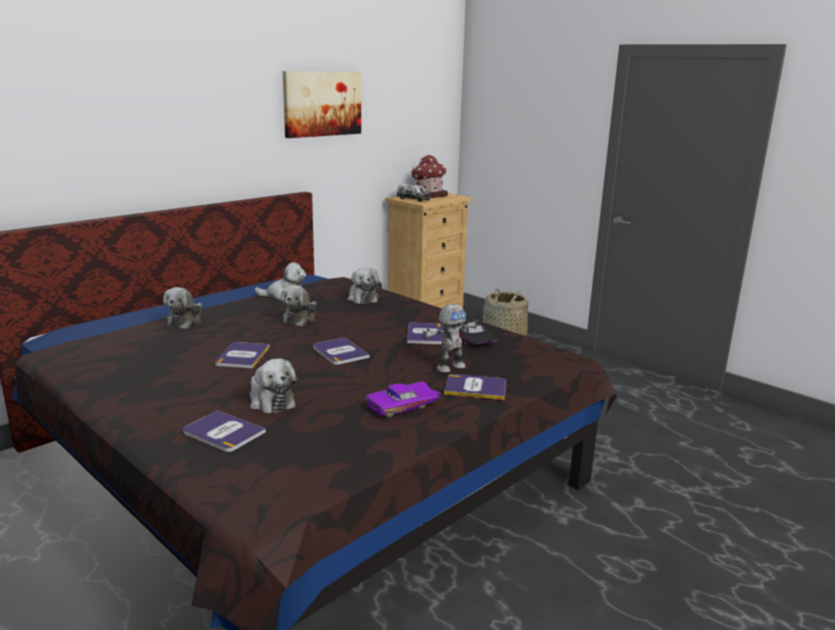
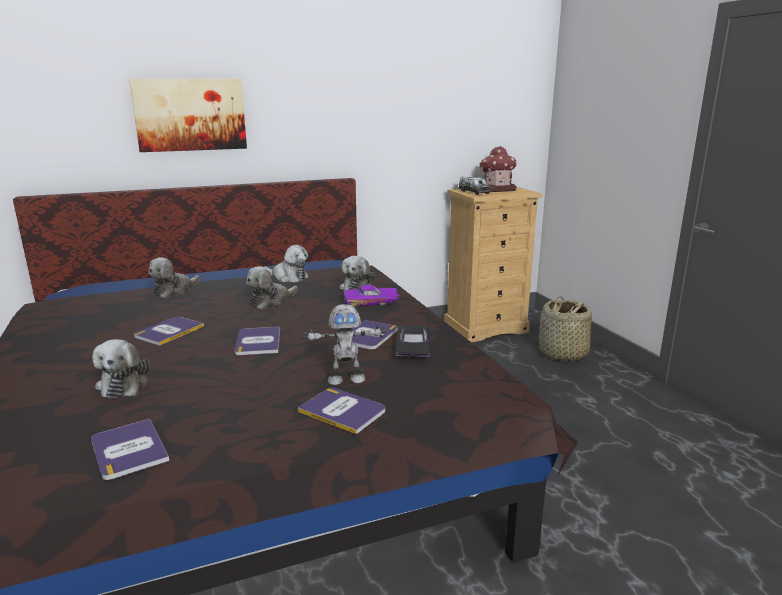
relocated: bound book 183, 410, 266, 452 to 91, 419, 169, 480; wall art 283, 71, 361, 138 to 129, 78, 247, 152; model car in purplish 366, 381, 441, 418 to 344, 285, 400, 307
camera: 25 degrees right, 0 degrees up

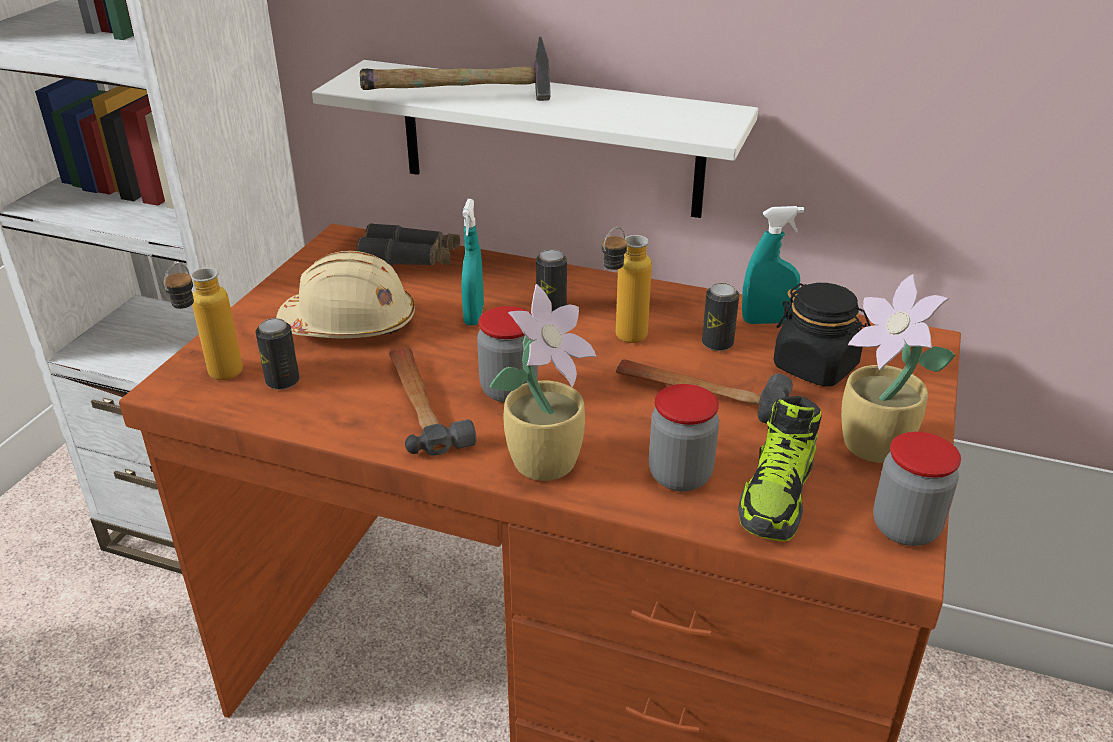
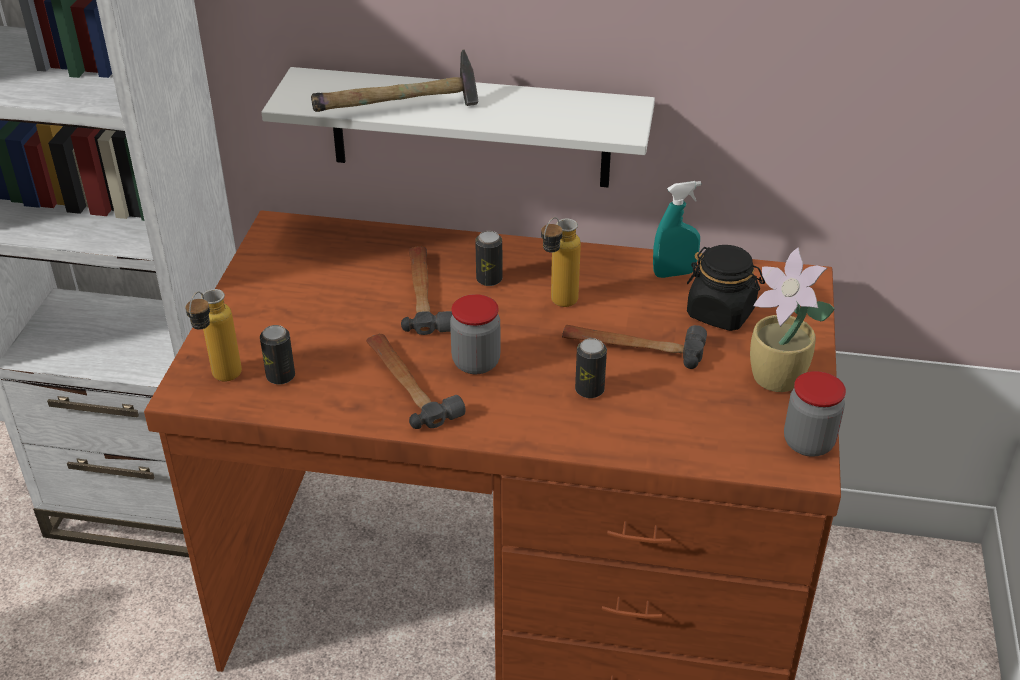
missing: hard hat in sand-coloured 276, 251, 415, 338; pair of binoculars in greyish 356, 223, 460, 266; plant in a pot 489, 284, 597, 481; jar 649, 384, 719, 492; item of footwear 738, 396, 822, 541
relocated: can 702, 283, 739, 351 to 575, 338, 607, 398
exchanged: sprayer in turquoise 461, 199, 484, 325 to hand hammer 401, 247, 452, 335
camera: 10 degrees left, 5 degrees up

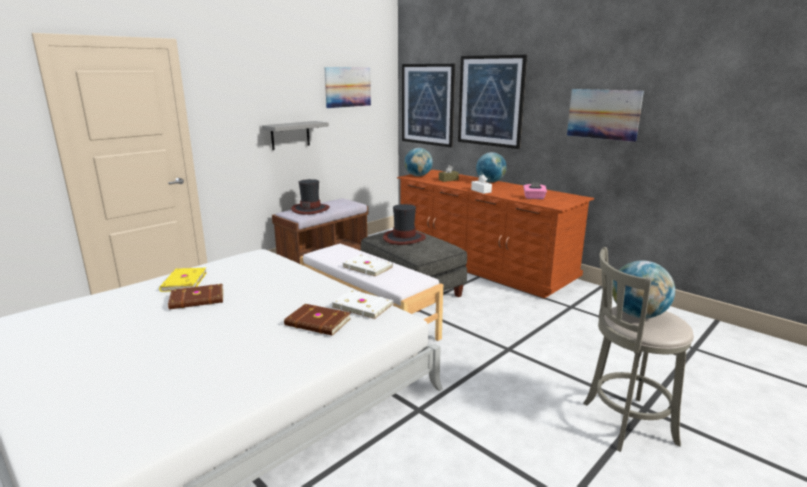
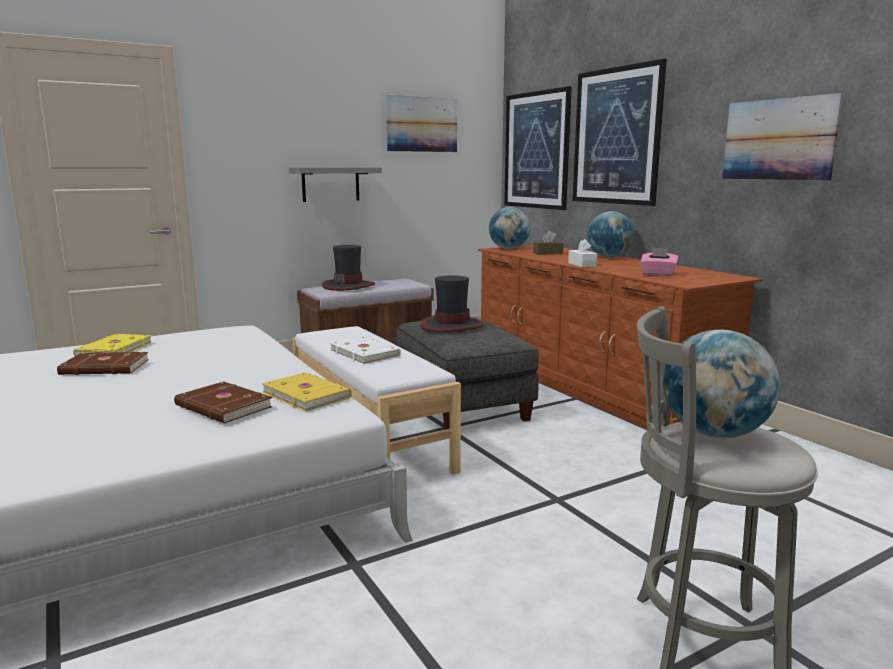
colour: bound book in white 332, 290, 393, 320 to bound book in yellow-coloured 261, 372, 352, 412
camera: 15 degrees right, 5 degrees down

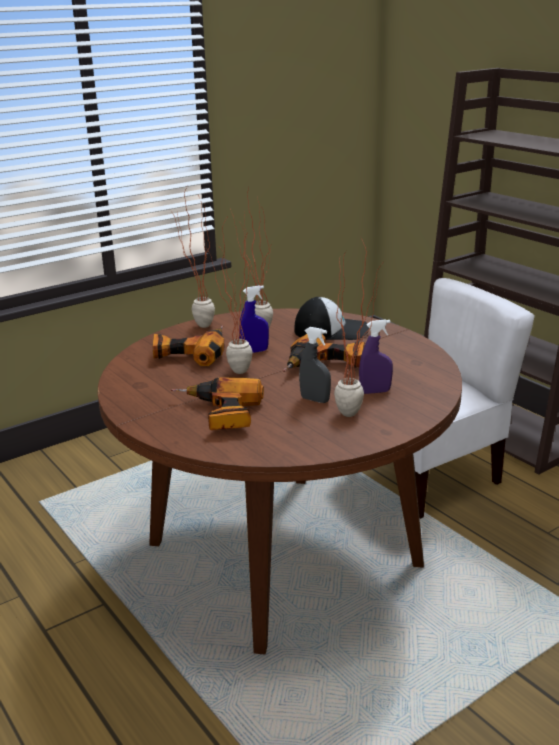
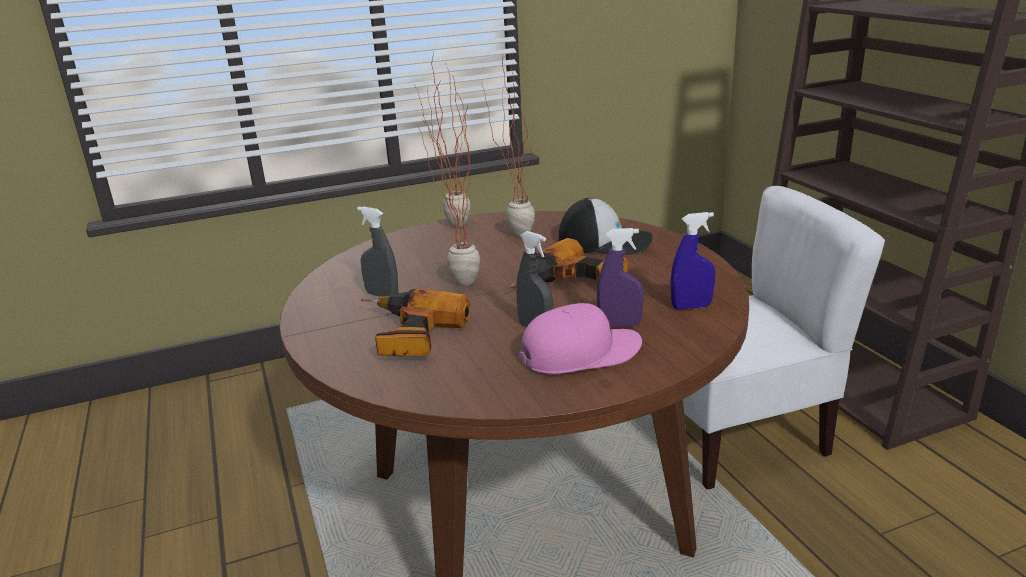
missing: electric drill 152, 325, 225, 366
appeared: sprayer in greyish 357, 206, 398, 297
relocated: sprayer in blue 239, 285, 269, 353 to 671, 212, 715, 309
exchanged: plant in a pot 334, 238, 382, 417 to cap in pinkish 519, 303, 642, 374
camera: 15 degrees right, 0 degrees up

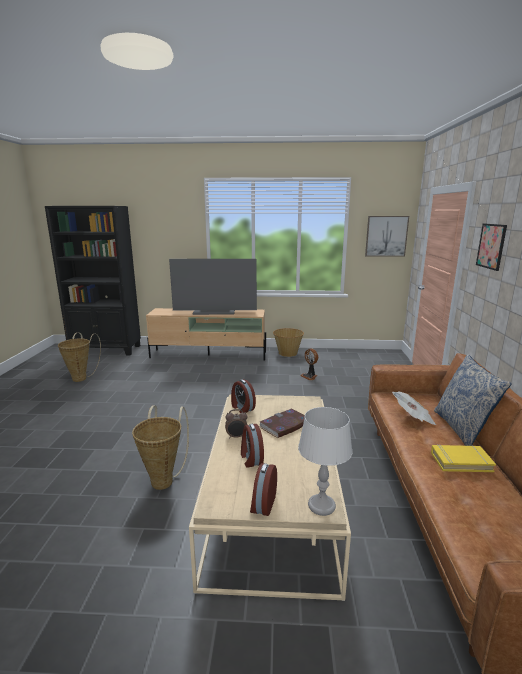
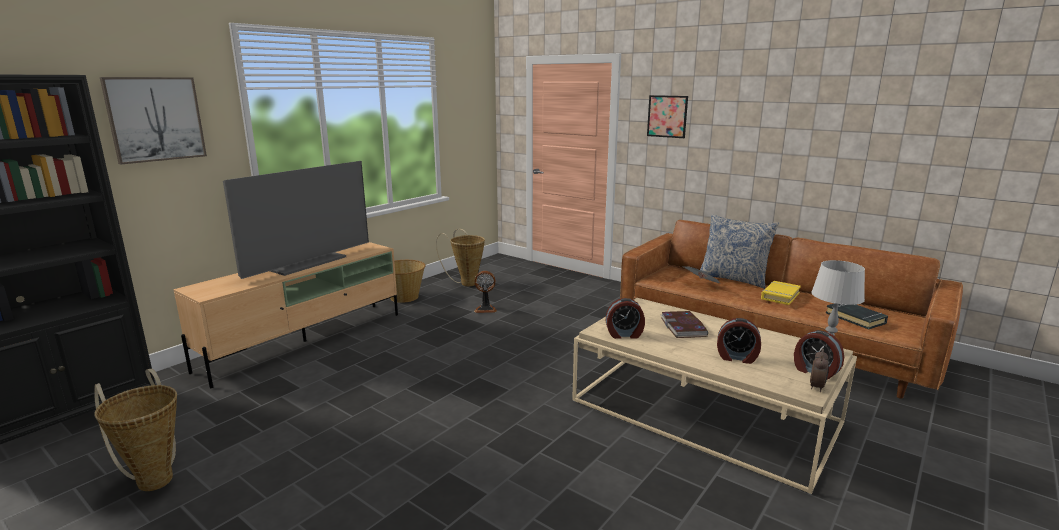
appeared: bound book in black 826, 304, 888, 329
relocated: household basket 132, 405, 189, 490 to 436, 229, 485, 286; bedside clock 225, 409, 248, 439 to 810, 349, 829, 392; wall art 365, 216, 409, 257 to 100, 77, 207, 165
camera: 55 degrees left, 0 degrees up

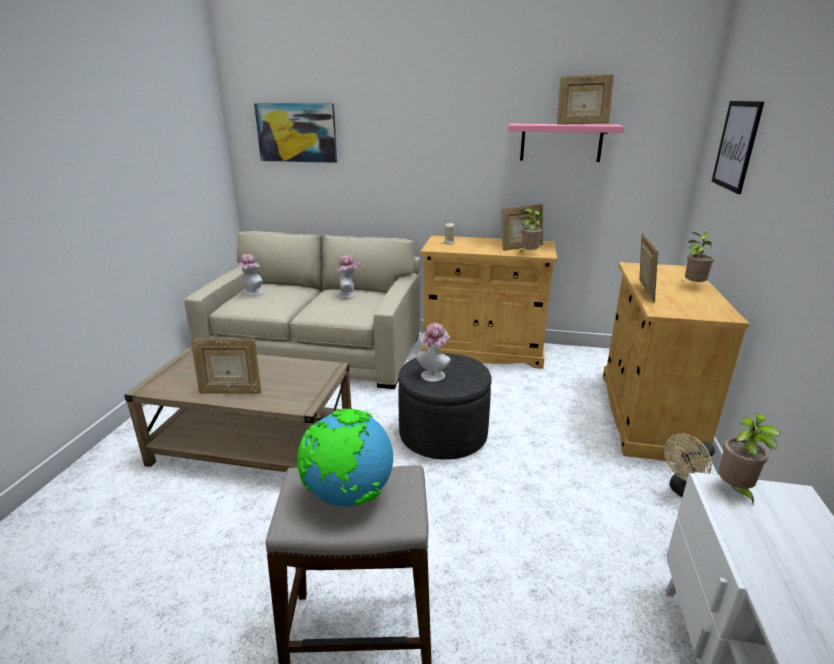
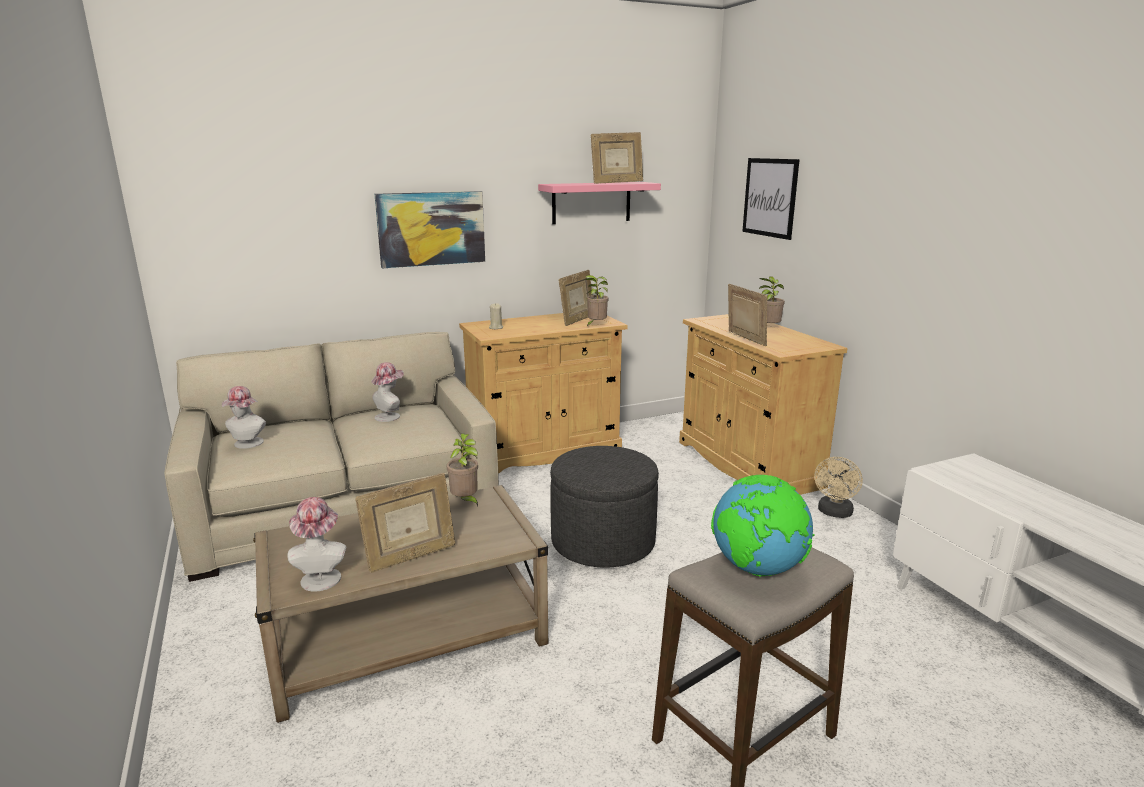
relocated: wall art 254, 103, 337, 163 to 375, 191, 485, 268; hat 416, 323, 451, 382 to 287, 497, 346, 592; plant in a pot 719, 413, 780, 504 to 447, 433, 478, 506
camera: 35 degrees left, 5 degrees down

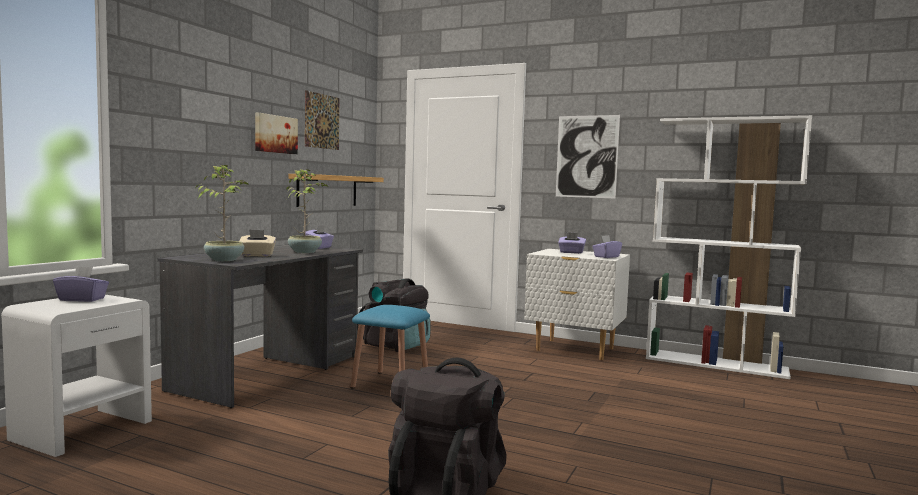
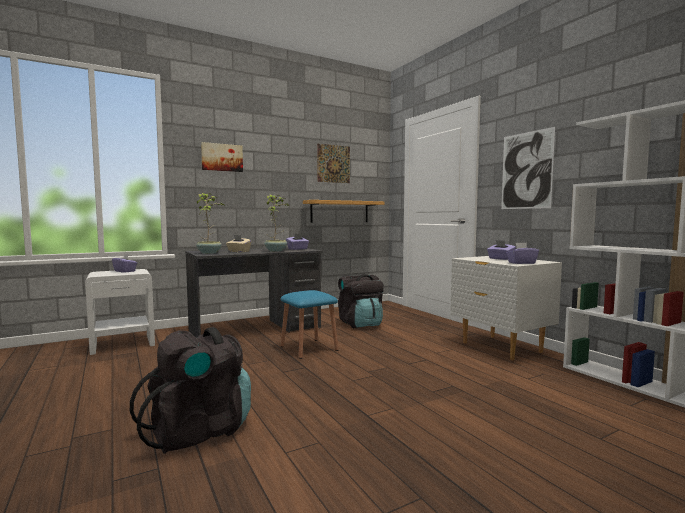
relocated: wall art 255, 113, 298, 154 to 201, 142, 243, 172
camera: 35 degrees right, 0 degrees up

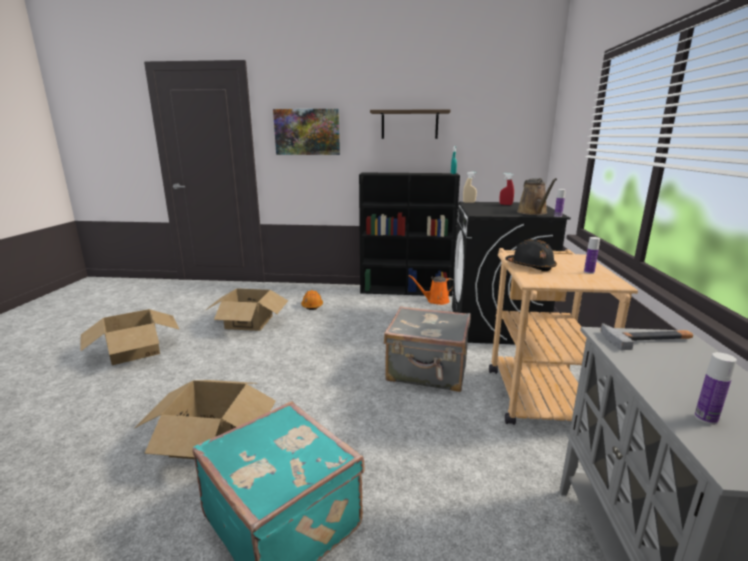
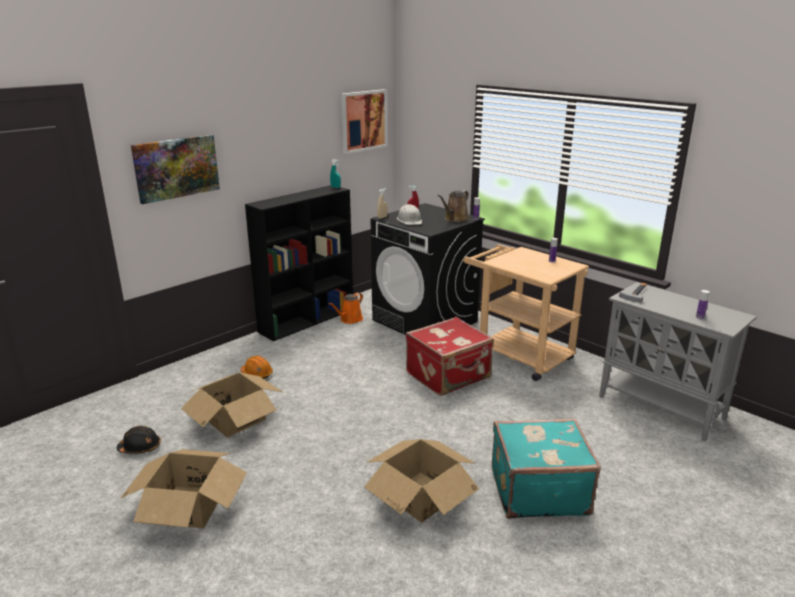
missing: bracket shelf 370, 109, 451, 139
appeared: wall art 341, 89, 387, 154; hard hat in white 397, 204, 422, 225
relocated: hard hat in black 505, 239, 557, 271 to 117, 426, 161, 454
colour: suitcase in greyish 384, 306, 470, 392 to suitcase in red 406, 316, 494, 396
spun: sprinkling can in brownish 517, 178, 557, 215 = 438, 190, 469, 222 90 degrees clockwise
camera: 50 degrees left, 5 degrees up

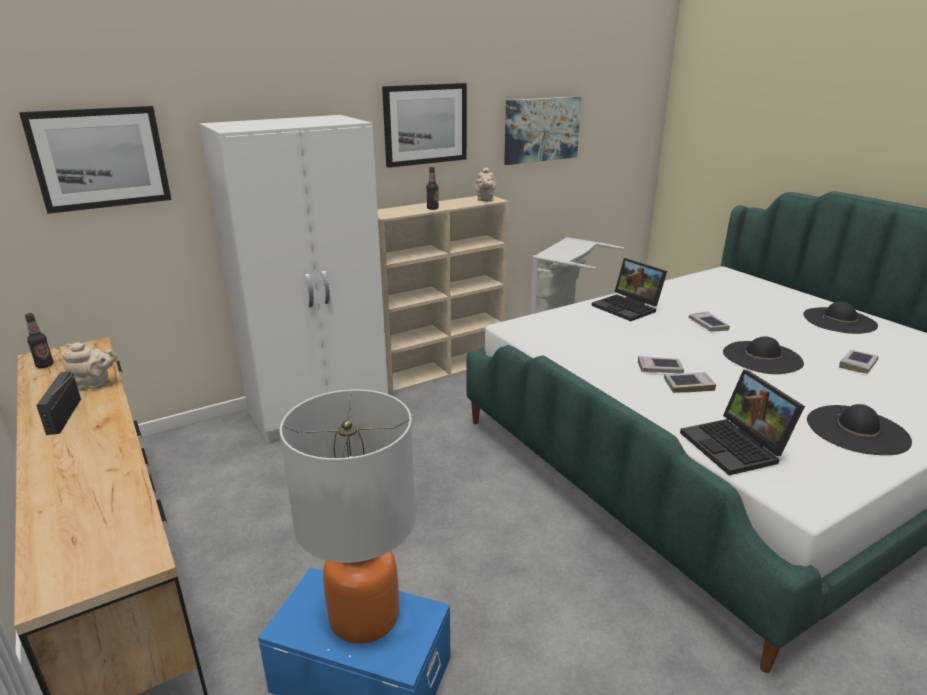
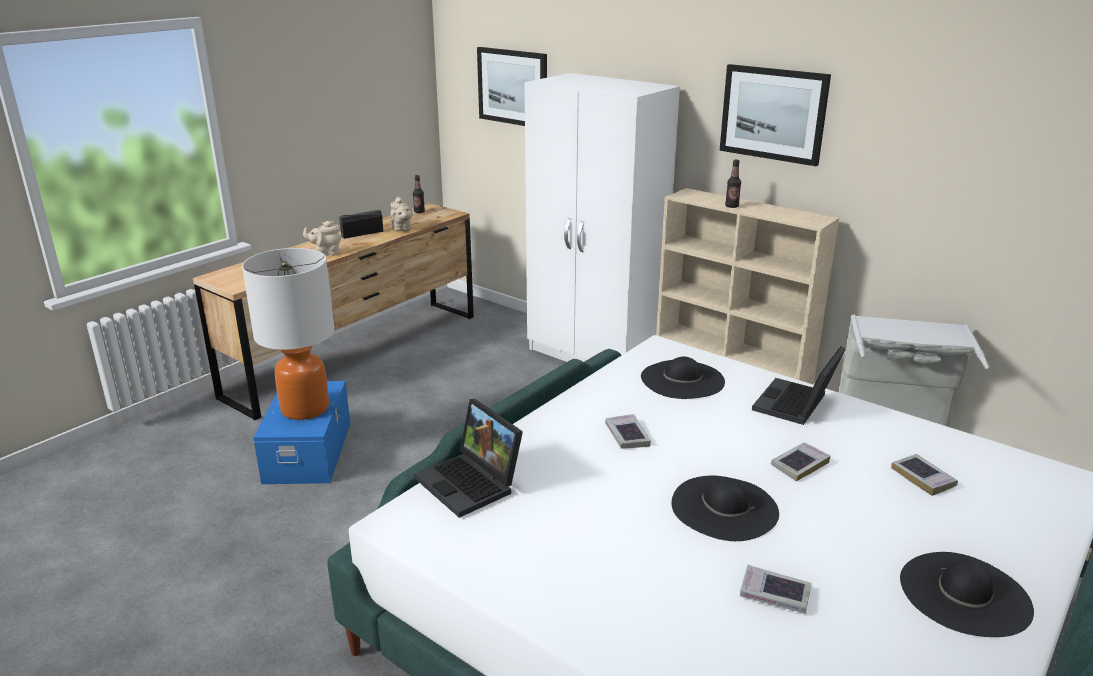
missing: wall art 504, 96, 582, 165
relocated: tea pot in sand-coloured 474, 167, 496, 202 to 303, 221, 341, 256; bound book 664, 372, 717, 393 to 891, 454, 958, 496; hat in black 807, 404, 912, 455 to 641, 356, 725, 399
spun: laptop 680, 369, 805, 475 = 415, 399, 523, 518 90 degrees counterclockwise
camera: 70 degrees right, 0 degrees up

